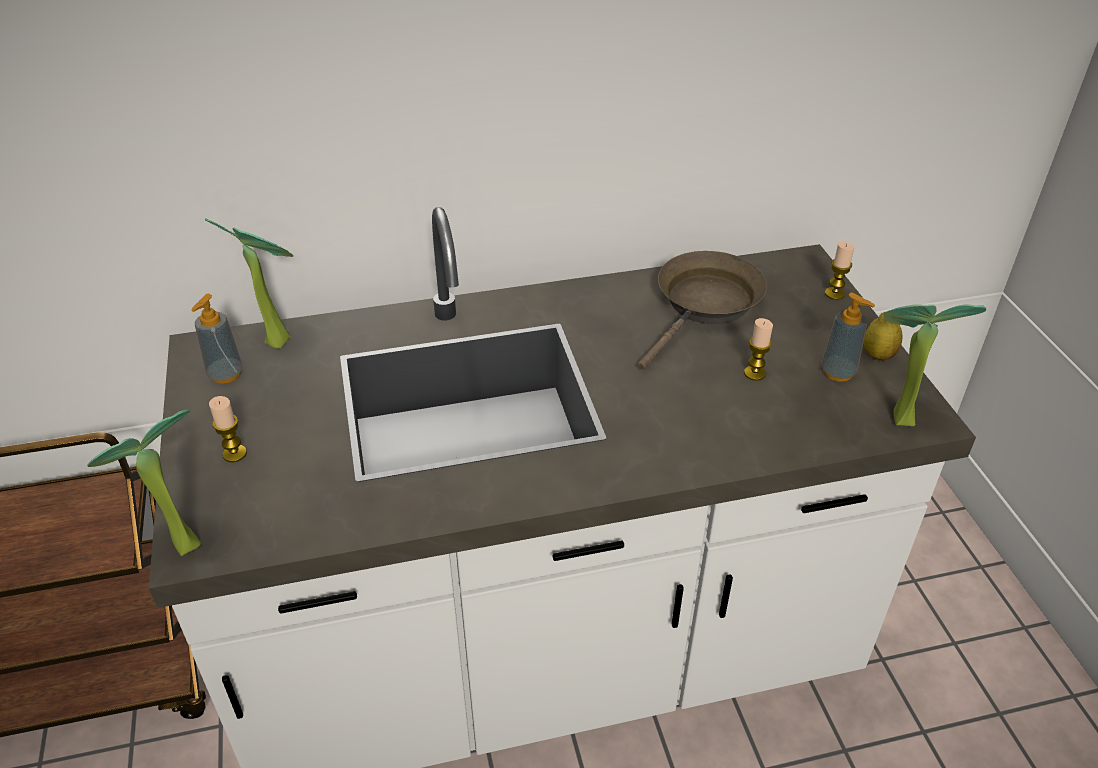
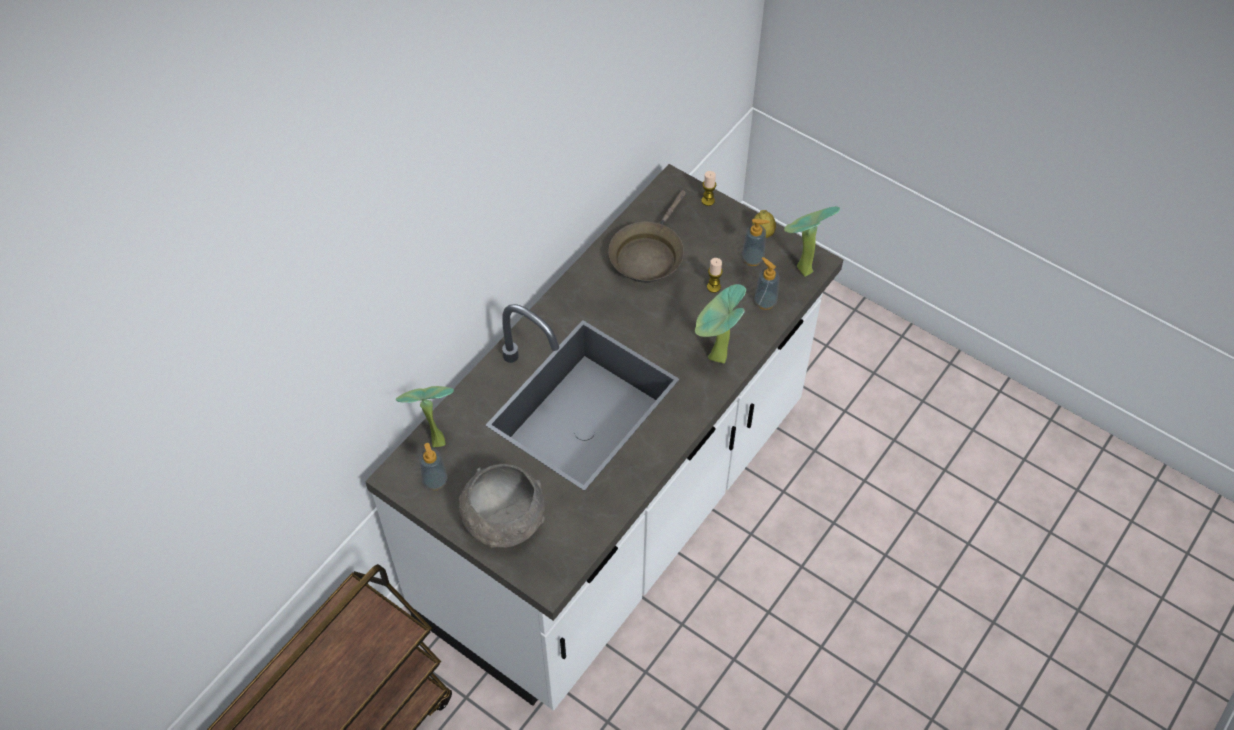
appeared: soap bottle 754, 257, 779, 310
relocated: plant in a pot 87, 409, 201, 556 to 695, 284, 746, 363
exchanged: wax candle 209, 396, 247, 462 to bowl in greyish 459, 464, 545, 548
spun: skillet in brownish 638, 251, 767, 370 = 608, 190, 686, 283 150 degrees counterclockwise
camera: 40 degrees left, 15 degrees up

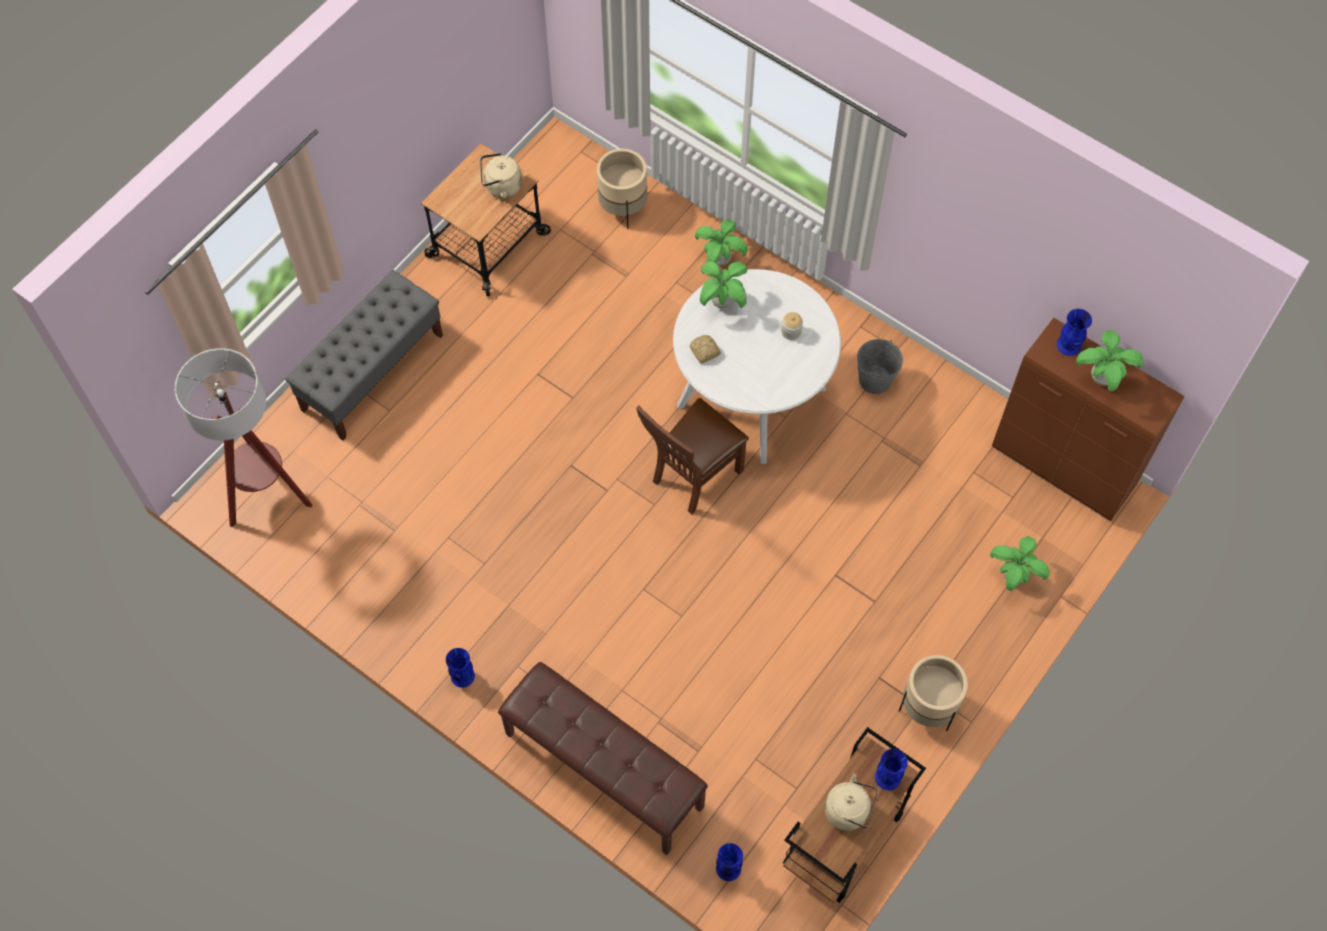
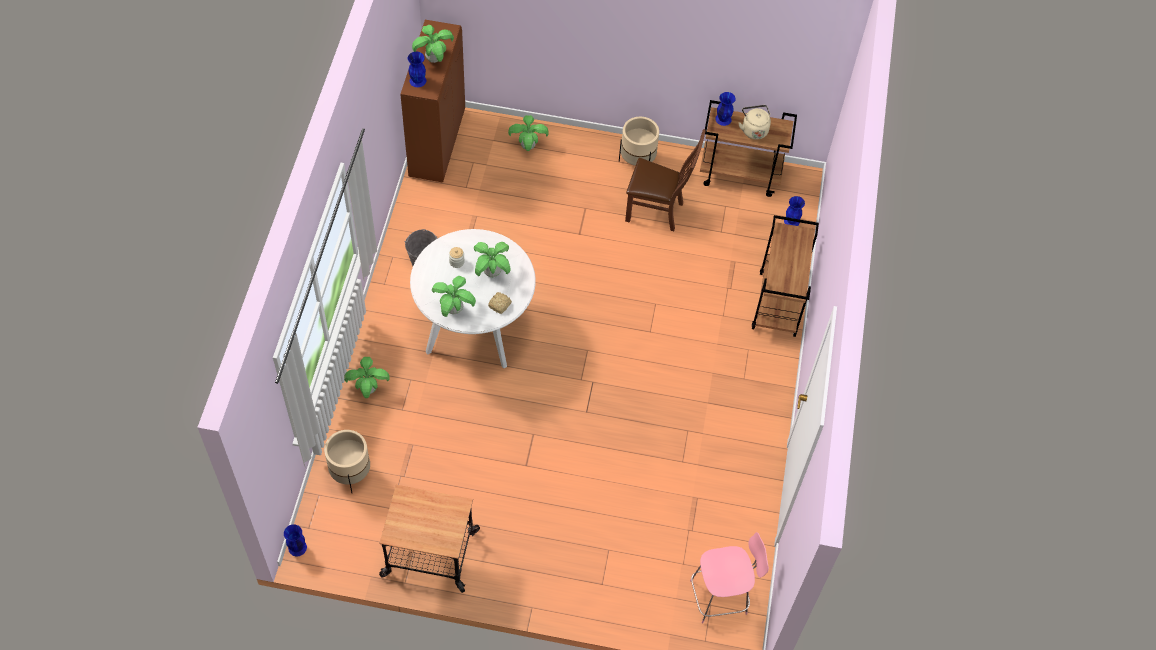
missing: long seat in greyish 286, 270, 443, 440; kettle in sand-coloured 480, 153, 522, 199
appeared: plant in a pot 474, 242, 511, 277
relocated: vase in blue 446, 648, 475, 688 to 284, 524, 307, 556; plain chair in brownish 636, 398, 749, 514 to 625, 129, 706, 231
exchanged: floor lamp 175, 348, 312, 527 to stool seat in pinkish 690, 532, 769, 624; long seat in brownish 498, 662, 708, 855 to cart in brownish 752, 215, 819, 337
camera: 120 degrees left, 5 degrees down

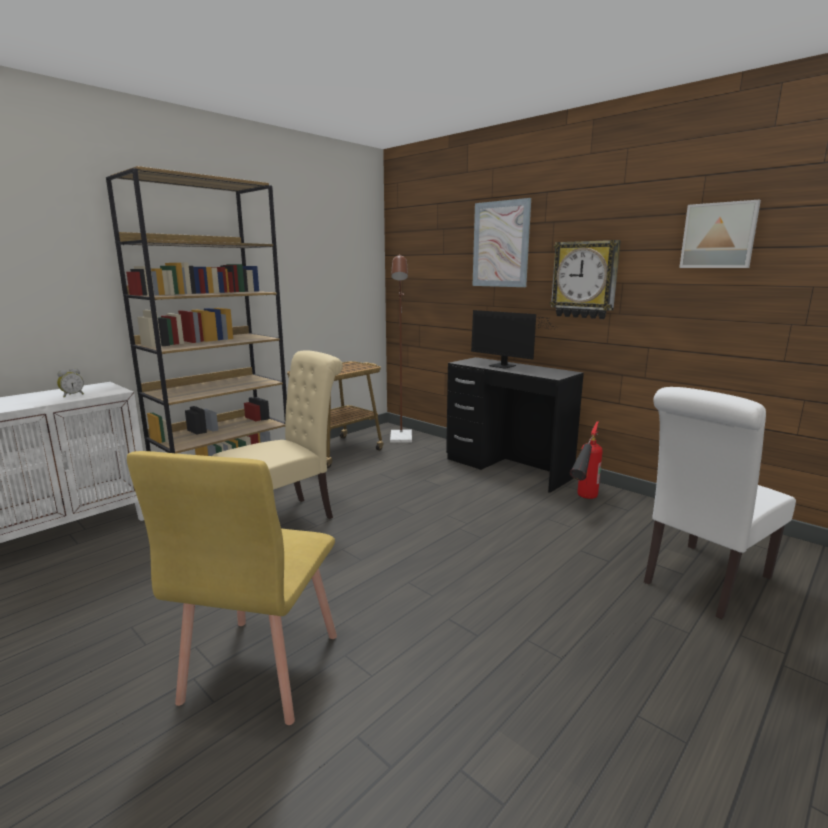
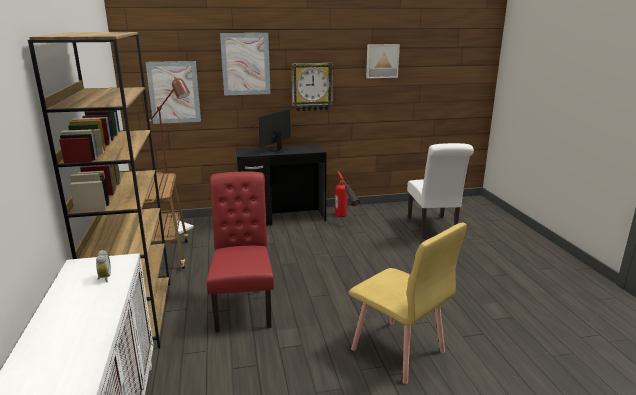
appeared: wall art 145, 61, 201, 124
colour: plain chair in sand-coloured 212, 350, 343, 519 to plain chair in red 207, 172, 274, 333
spun: computer display 471, 310, 558, 369 = 250, 109, 291, 153 135 degrees clockwise
camera: 55 degrees left, 5 degrees up

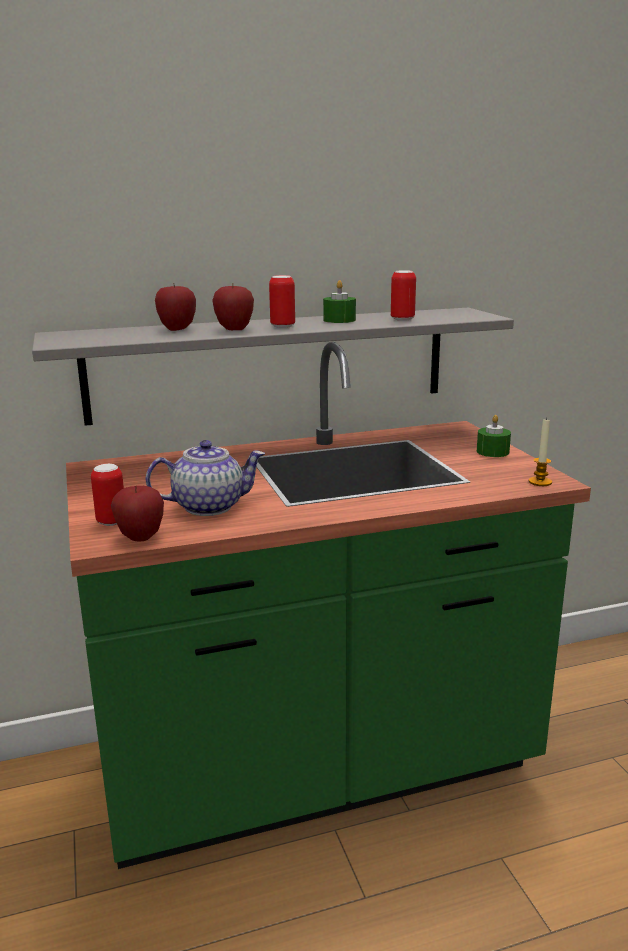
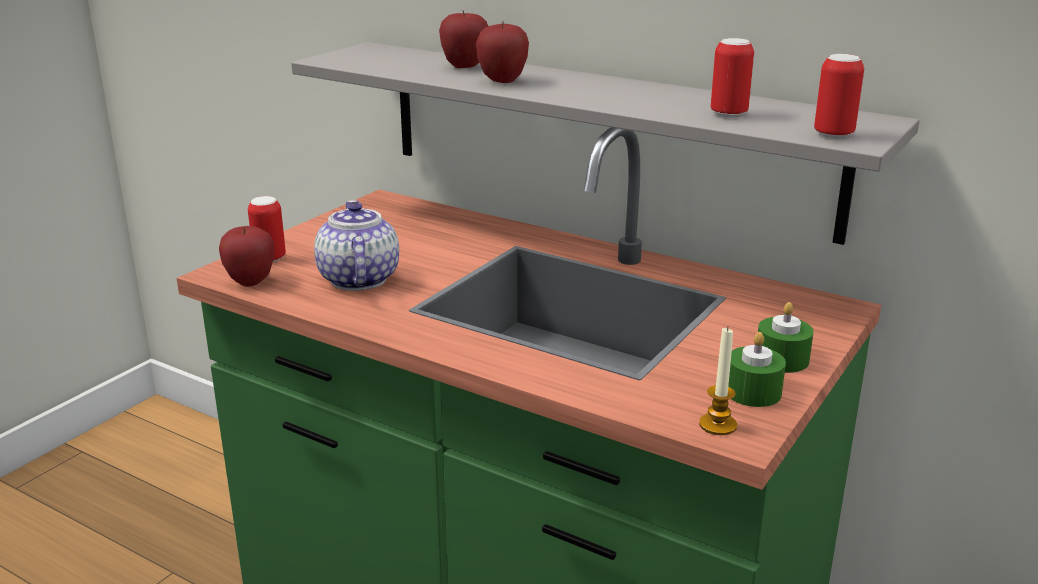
relocated: can 269, 275, 295, 328 to 814, 54, 864, 139; wax candle in green-coloured 323, 280, 356, 323 to 728, 332, 786, 407
spun: tea pot 146, 440, 265, 516 = 314, 200, 399, 291 135 degrees counterclockwise
camera: 50 degrees right, 5 degrees up

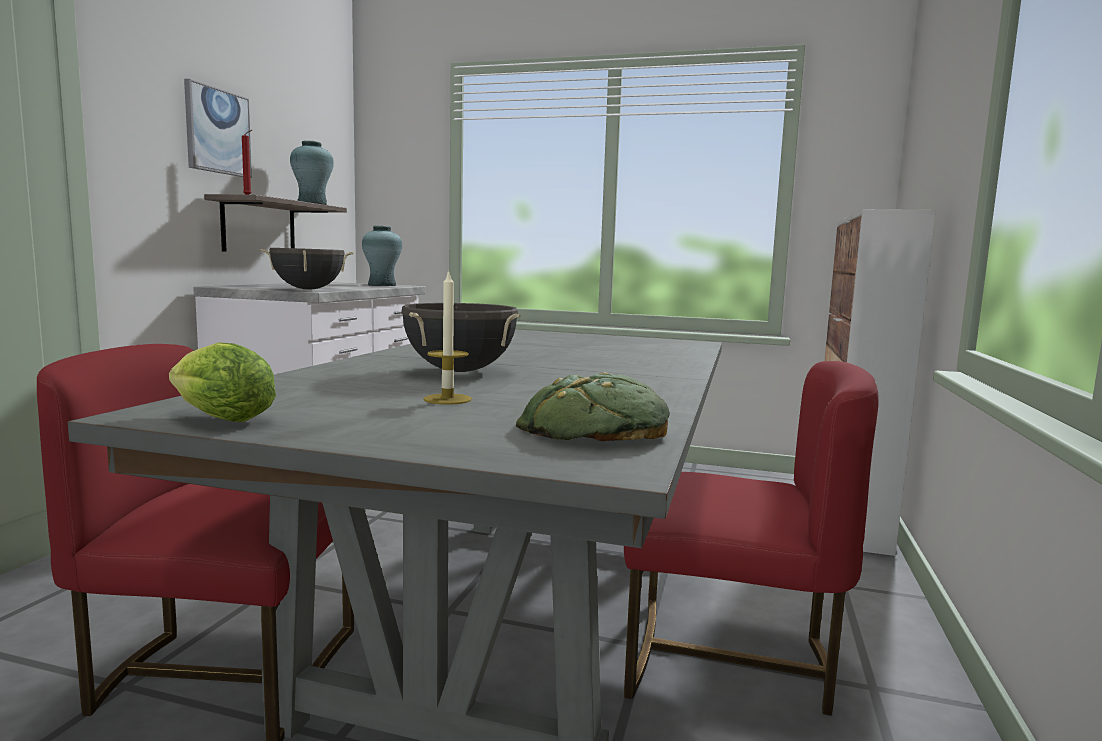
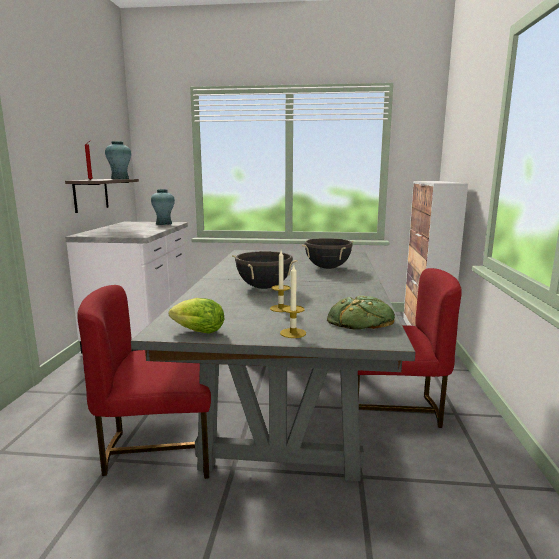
missing: wall art 184, 79, 252, 178
appeared: wax candle 280, 265, 306, 338
relocated: cooking pot in black 260, 248, 354, 290 to 302, 238, 354, 269
camera: 10 degrees left, 5 degrees up

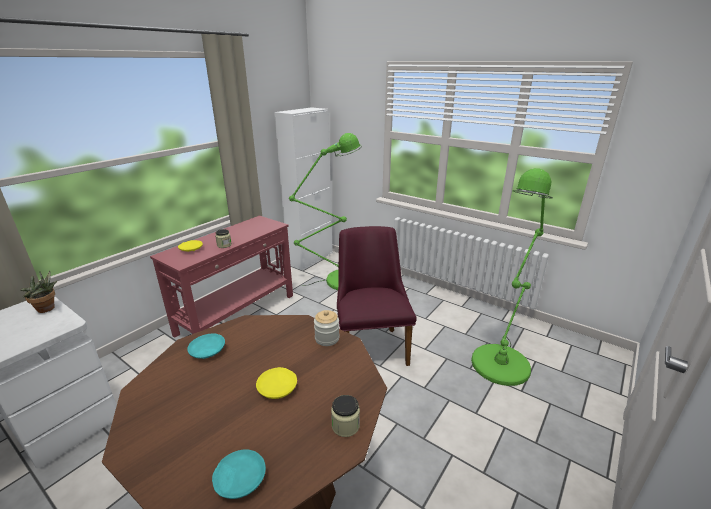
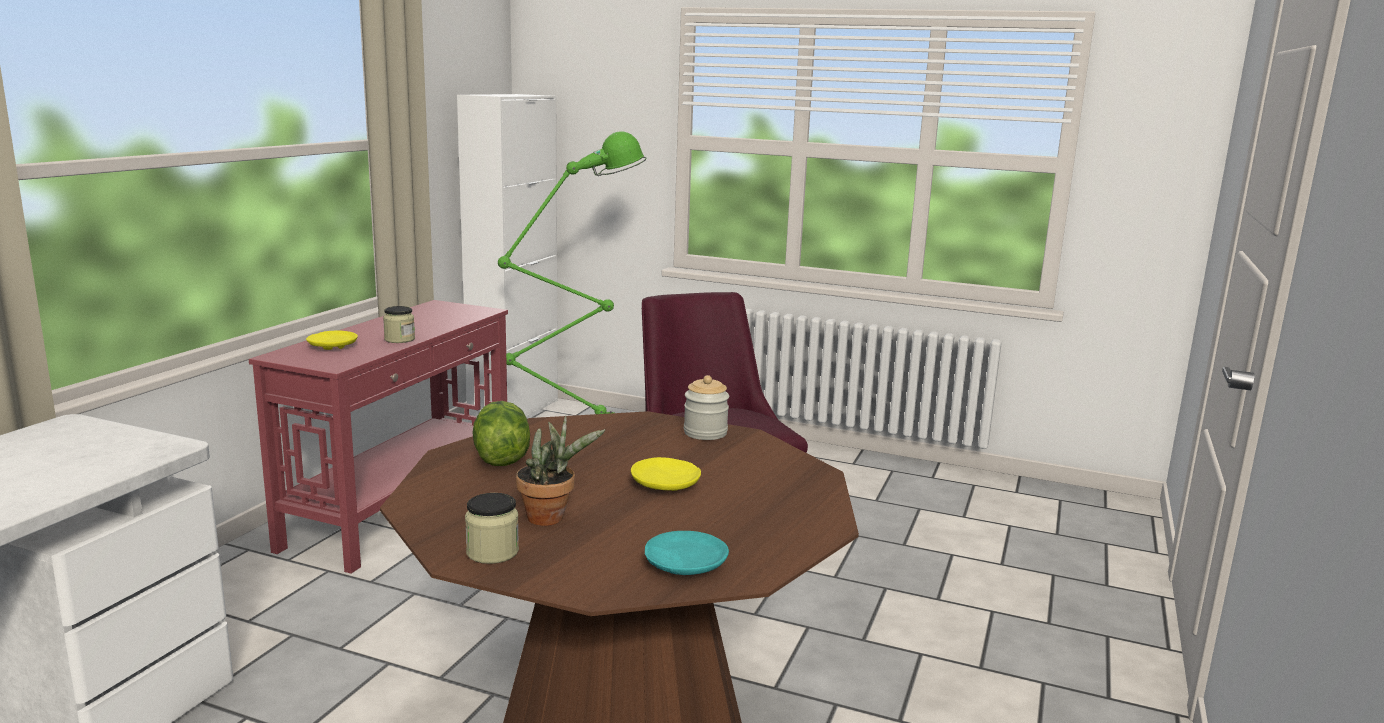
missing: floor lamp in green-coloured 471, 168, 553, 386
relocated: plant in a pot 20, 271, 57, 313 to 516, 416, 605, 526; jar 331, 395, 360, 437 to 465, 493, 519, 564
exchanged: plate in turquoise 187, 333, 225, 359 to head of lettuce 472, 401, 530, 466
camera: 15 degrees left, 10 degrees down

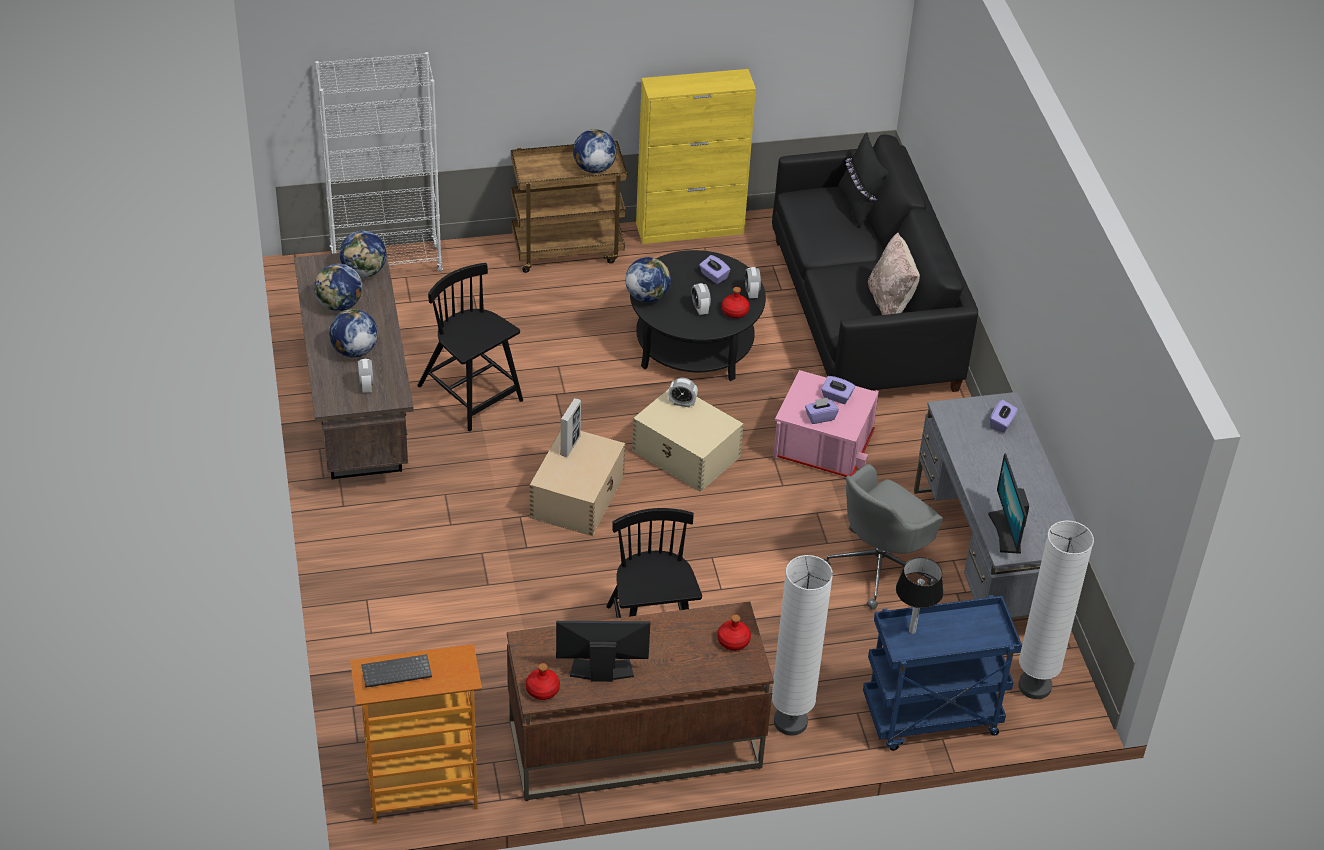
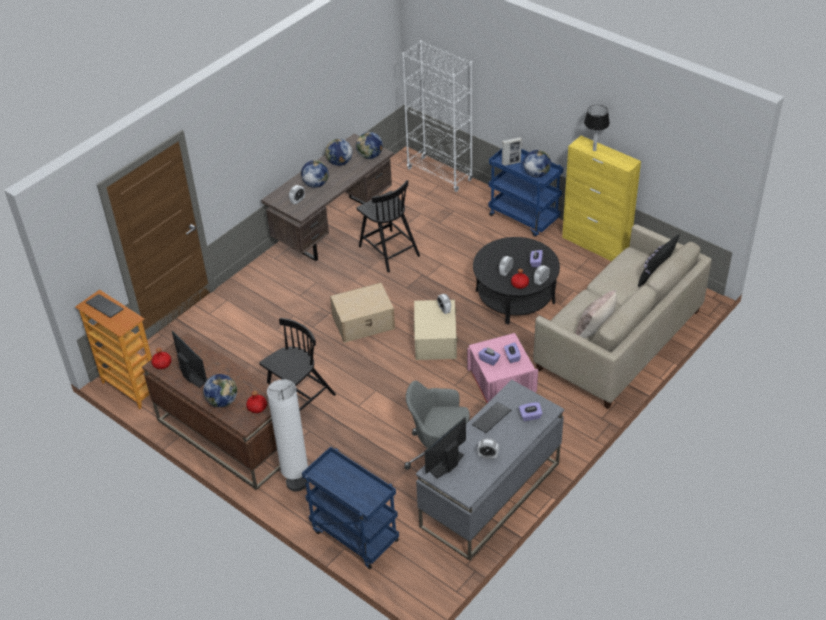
missing: floor lamp in white 1018, 520, 1094, 699
appeared: computer keyboard 472, 402, 511, 433; bedside clock 477, 438, 499, 459
relocated: picture frame 560, 398, 581, 457 to 502, 137, 522, 166; world globe 625, 257, 671, 302 to 203, 374, 237, 407; table lamp 896, 557, 943, 634 to 584, 105, 610, 151
colour: cart in brownish 511, 140, 627, 273 to cart in blue 488, 149, 564, 237; settee in black 772, 135, 978, 392 to settee in sand-coloured 533, 224, 712, 409
spun: plain chair in black 417, 263, 523, 431 = 357, 180, 420, 272 135 degrees clockwise
camera: 55 degrees right, 0 degrees up

